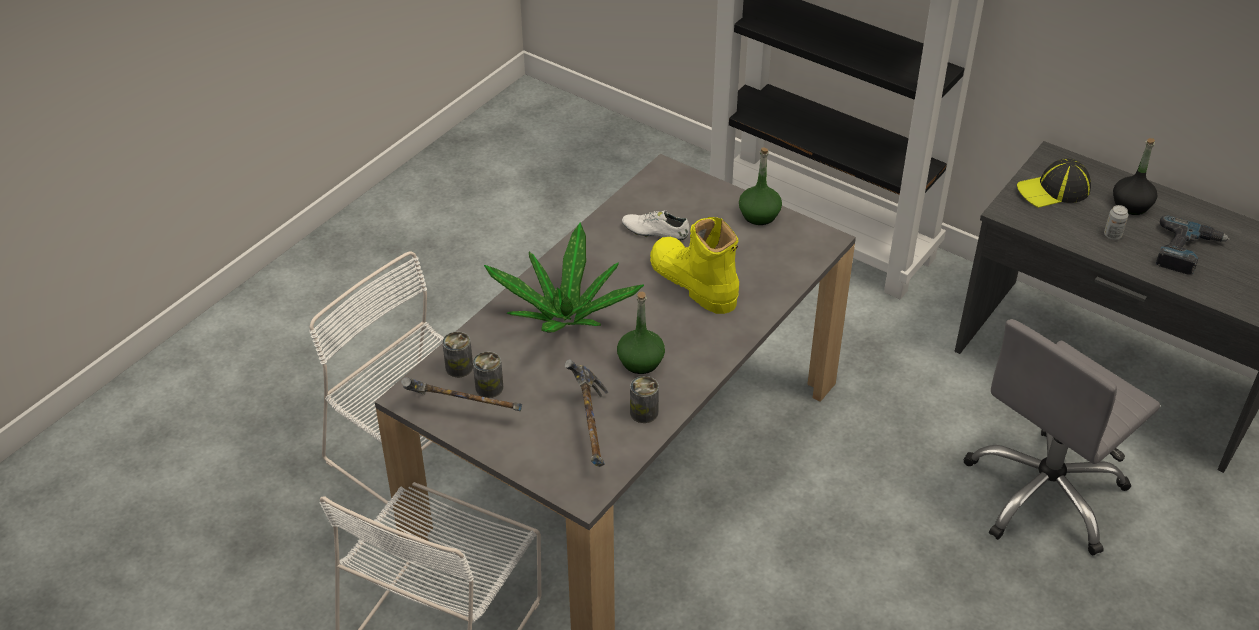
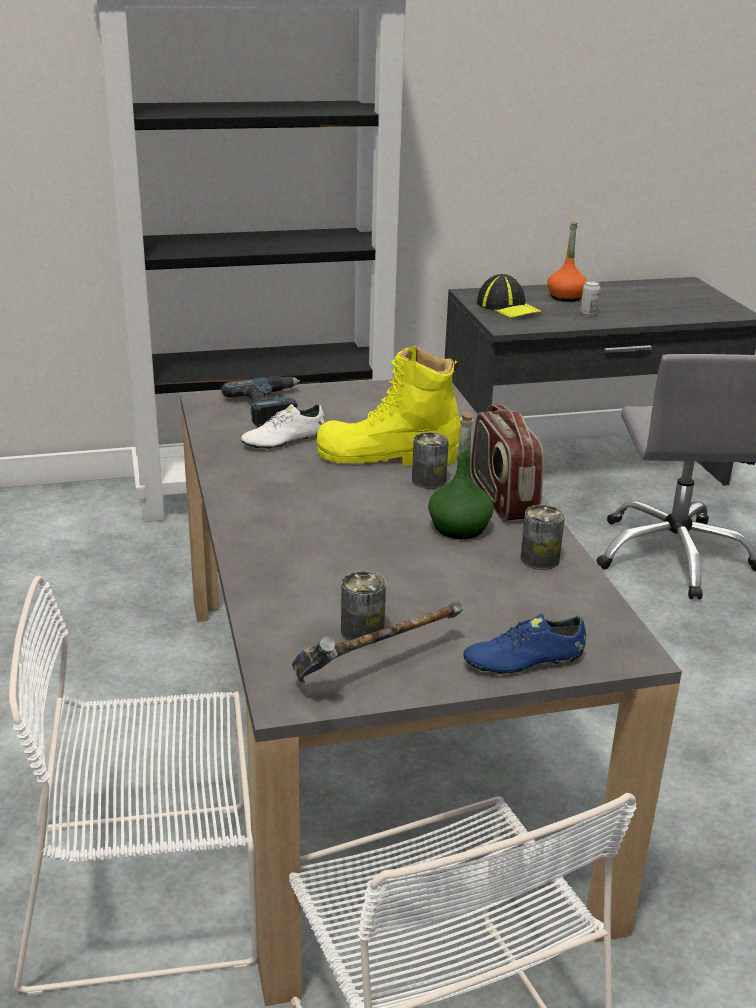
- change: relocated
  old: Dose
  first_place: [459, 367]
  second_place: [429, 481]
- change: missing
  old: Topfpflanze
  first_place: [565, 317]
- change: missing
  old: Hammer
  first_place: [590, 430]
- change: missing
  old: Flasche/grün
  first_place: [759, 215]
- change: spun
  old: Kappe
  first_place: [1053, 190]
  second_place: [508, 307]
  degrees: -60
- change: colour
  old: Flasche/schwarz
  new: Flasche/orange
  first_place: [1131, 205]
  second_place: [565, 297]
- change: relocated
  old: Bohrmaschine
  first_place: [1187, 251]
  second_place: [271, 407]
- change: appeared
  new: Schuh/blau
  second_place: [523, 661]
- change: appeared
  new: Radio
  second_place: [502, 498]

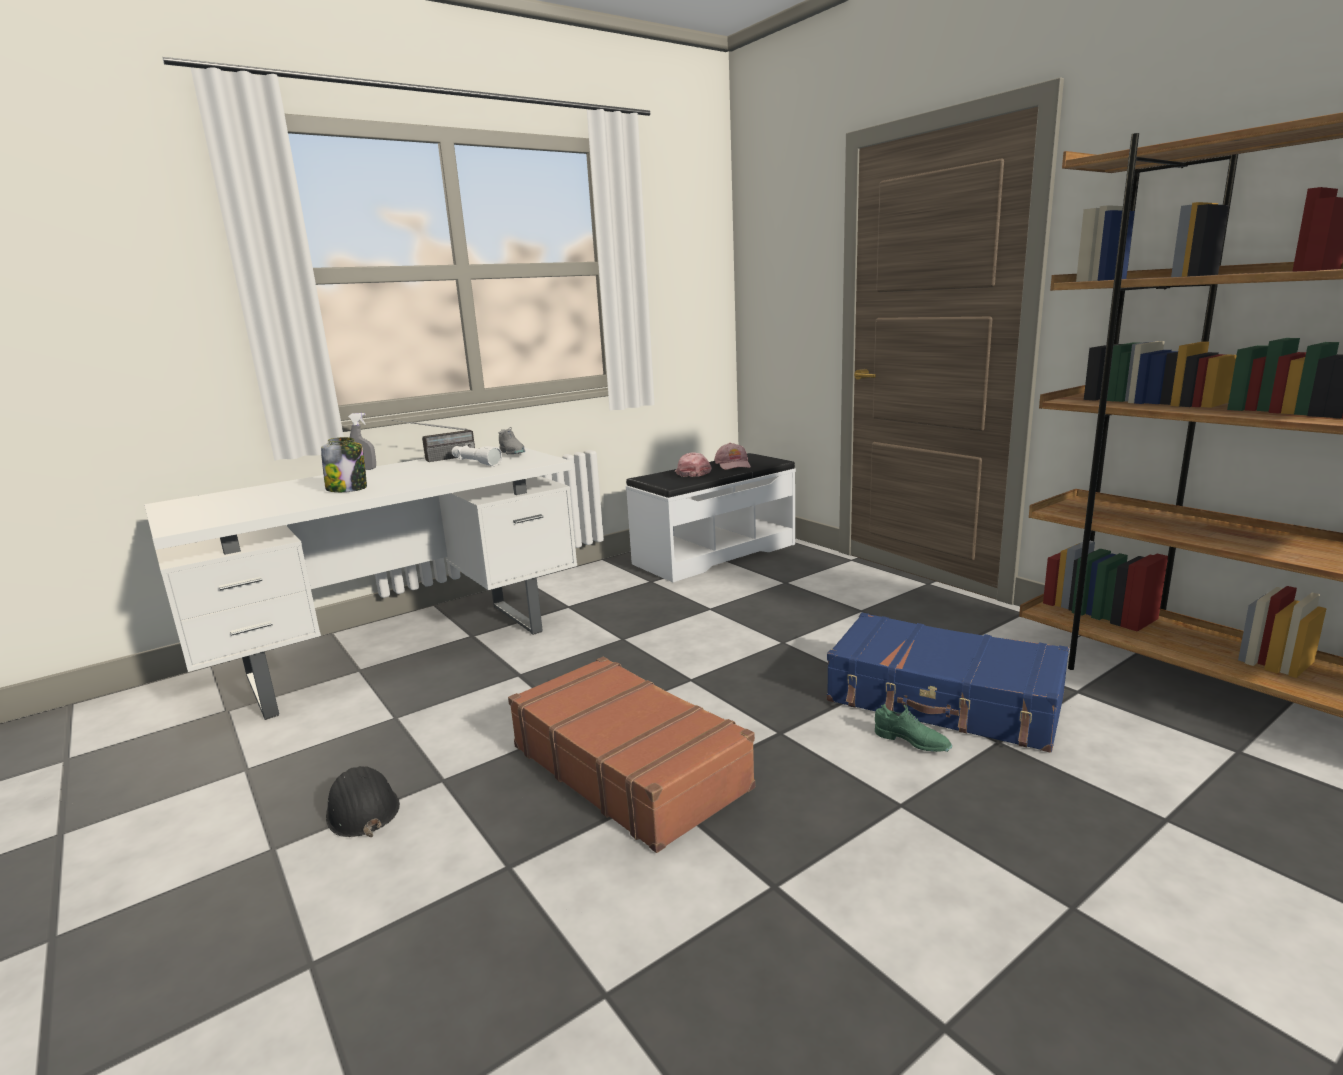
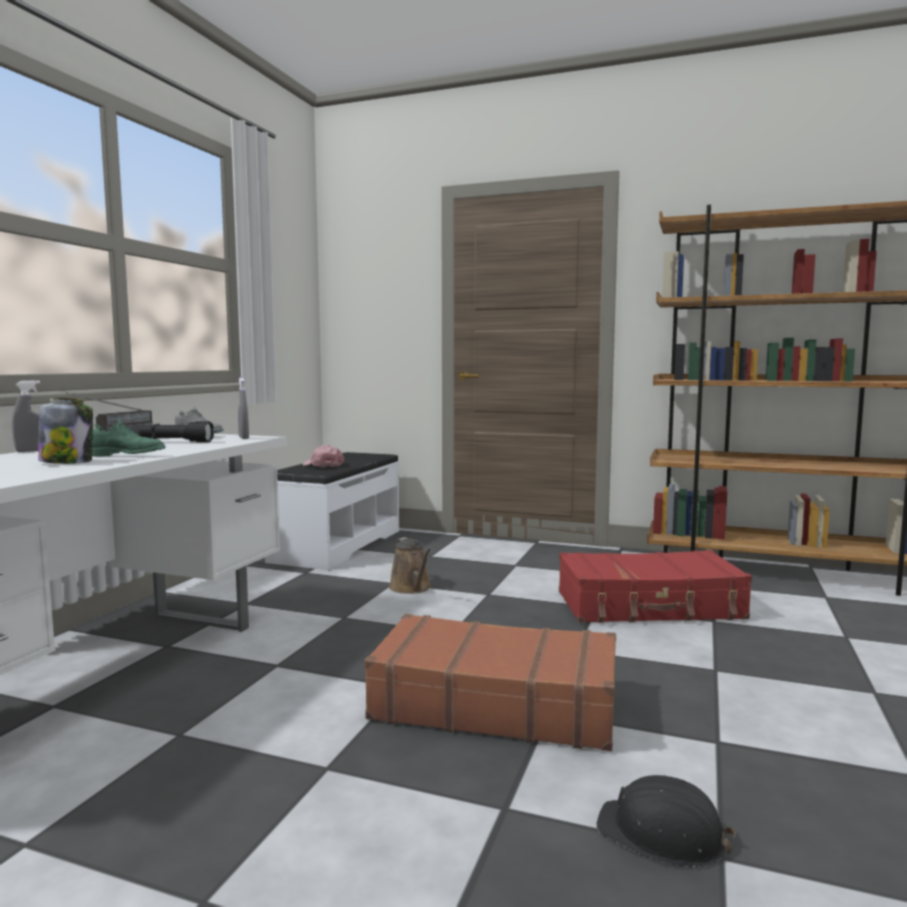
- change: relocated
  old: Schutzhelm/schwarz
  first_place: [362, 810]
  second_place: [662, 835]
- change: colour
  old: Taschenlampe/weiß
  new: Taschenlampe/schwarz
  first_place: [475, 463]
  second_place: [175, 441]
- change: missing
  old: Kappe/rosa
  first_place: [733, 465]
- change: colour
  old: Koffer/blau
  new: Koffer/rot
  first_place: [944, 700]
  second_place: [649, 606]
- change: relocated
  old: Schuh/grün
  first_place: [912, 742]
  second_place: [128, 455]
- change: appeared
  new: Sprühflasche/grau
  second_place: [243, 438]
- change: appeared
  new: Gießkanne/braun
  second_place: [411, 588]

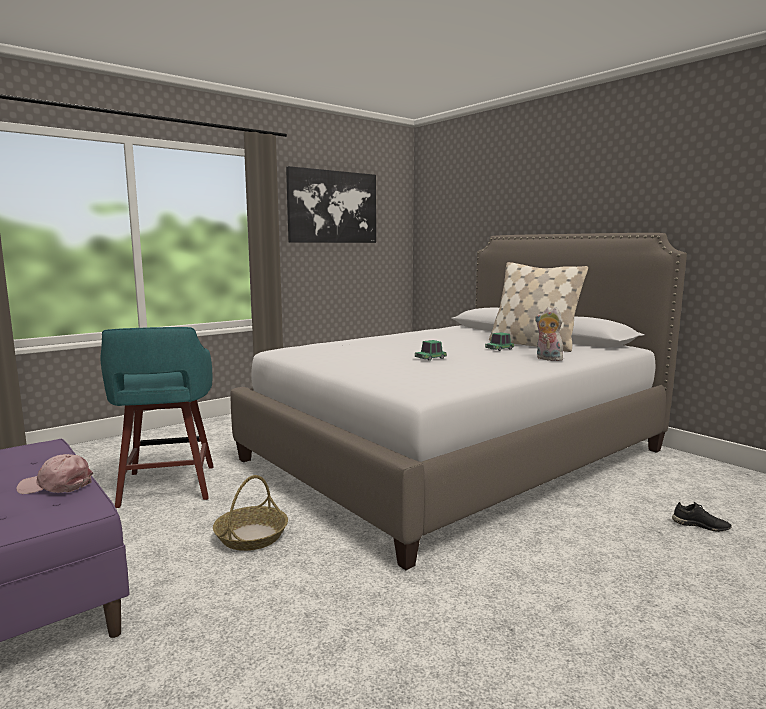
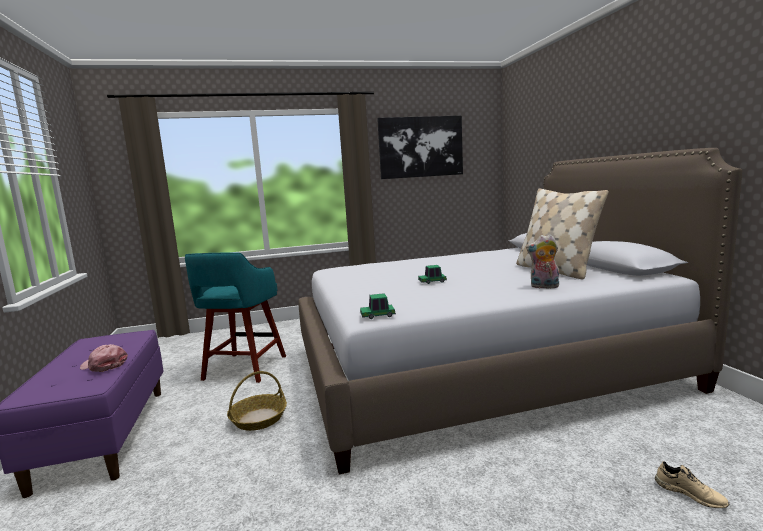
- change: relocated
  old: Spielzeugauto
  first_place: [499, 349]
  second_place: [378, 315]
- change: spun
  old: Plüschtier
  first_place: [547, 359]
  second_place: [544, 287]
  degrees: -60
- change: colour
  old: Schuh/schwarz
  new: Schuh/beige
  first_place: [700, 525]
  second_place: [690, 494]

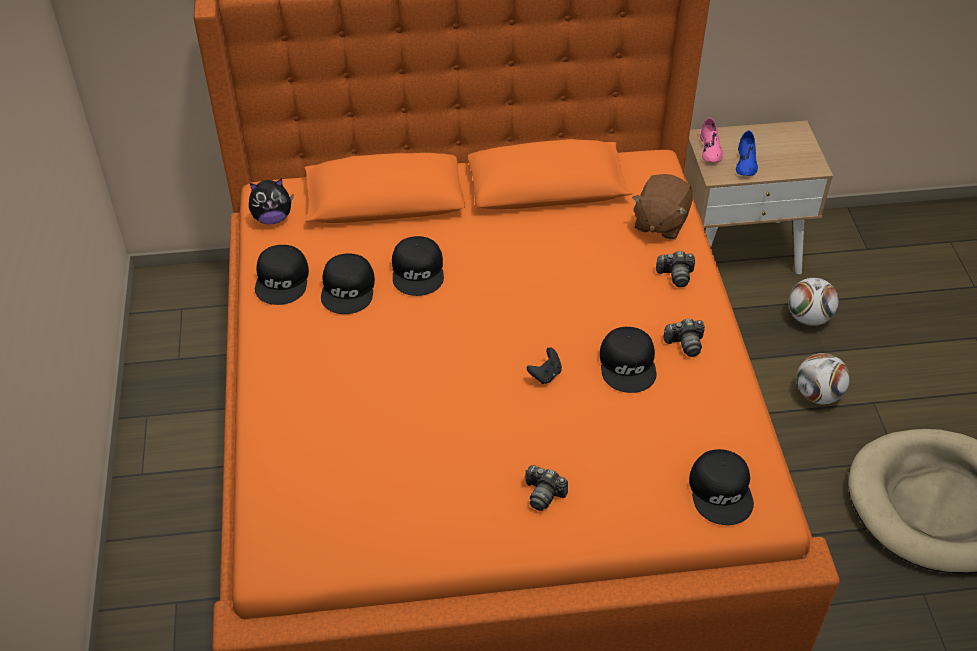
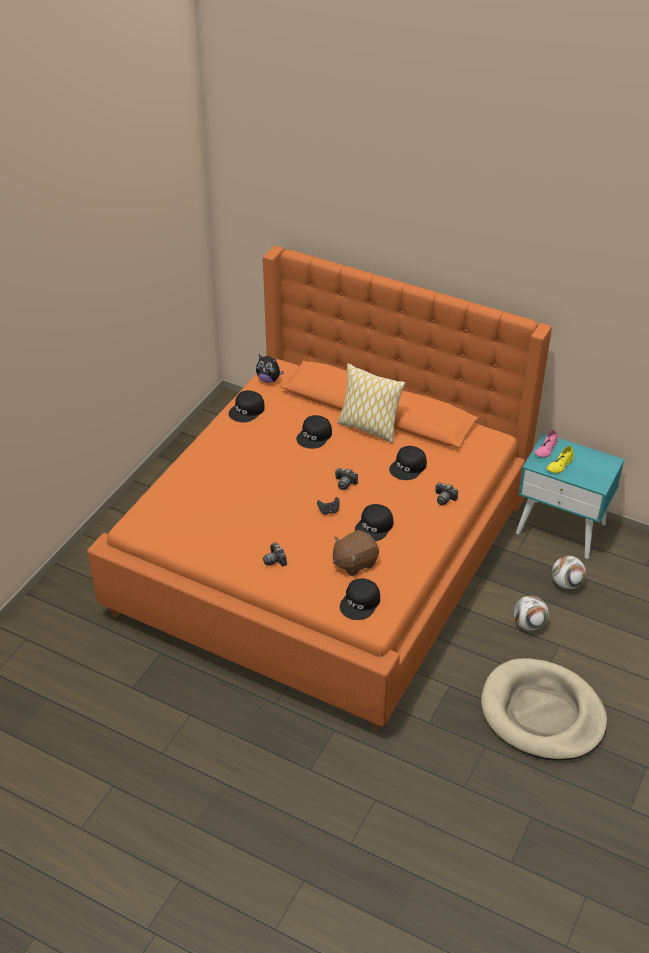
- change: relocated
  old: Kappe/schwarz
  first_place: [349, 289]
  second_place: [408, 467]
- change: relocated
  old: Plüschtier/braun
  first_place: [660, 222]
  second_place: [354, 562]
- change: relocated
  old: Kamera
  first_place: [685, 344]
  second_place: [345, 483]
- change: colour
  old: Nachttisch/beige
  new: Nachttisch/türkis
  first_place: [738, 249]
  second_place: [561, 528]
- change: colour
  old: Schuh/blau
  new: Schuh/gelb
  first_place: [746, 162]
  second_place: [560, 465]
- change: appeared
  new: Kissen
  second_place: [369, 428]

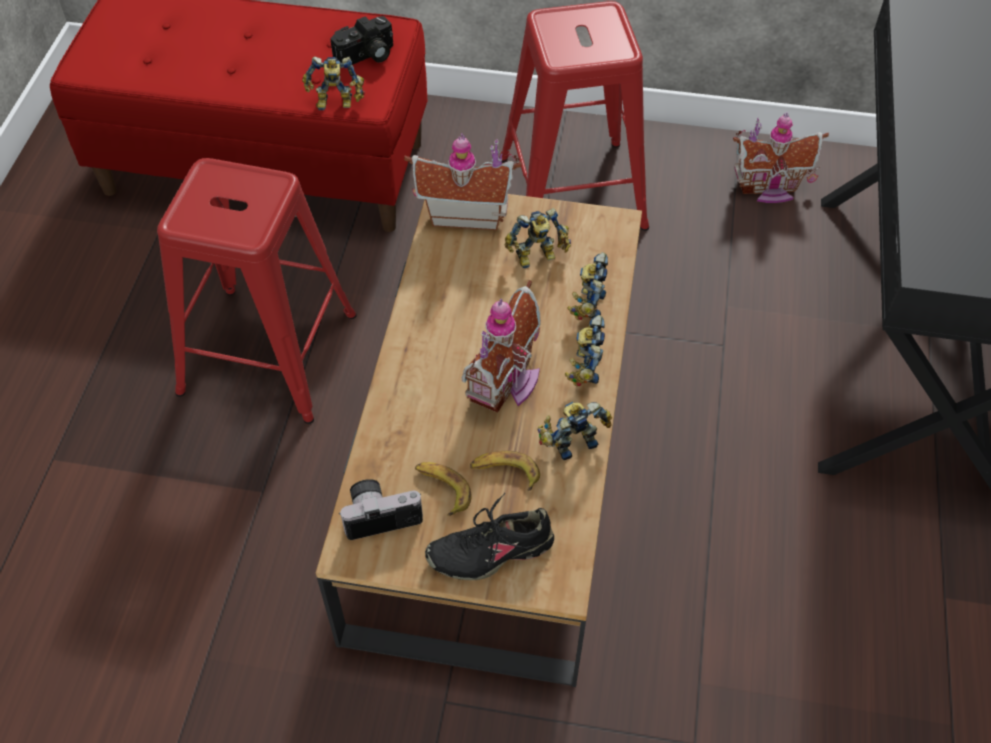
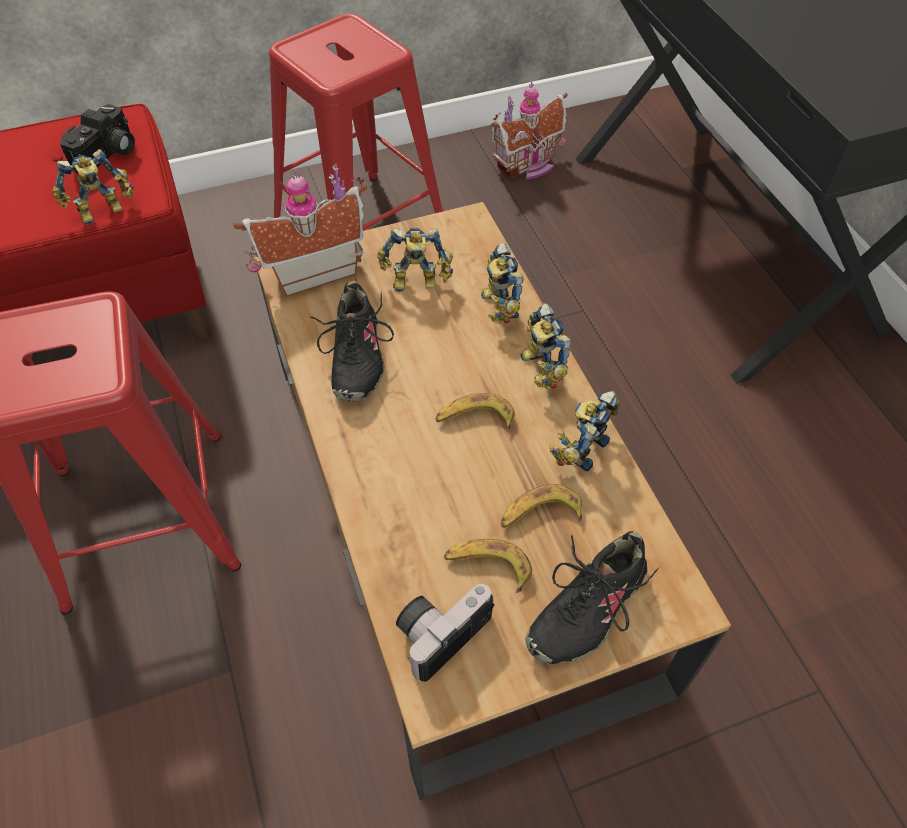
- change: exchanged
  old: Spielzeughaus
  new: Banane
  first_place: [507, 382]
  second_place: [474, 419]
- change: spun
  old: Spielzeugroboter
  first_place: [538, 258]
  second_place: [416, 284]
  degrees: 45
- change: appeared
  new: Schuh/schwarz
  second_place: [355, 357]

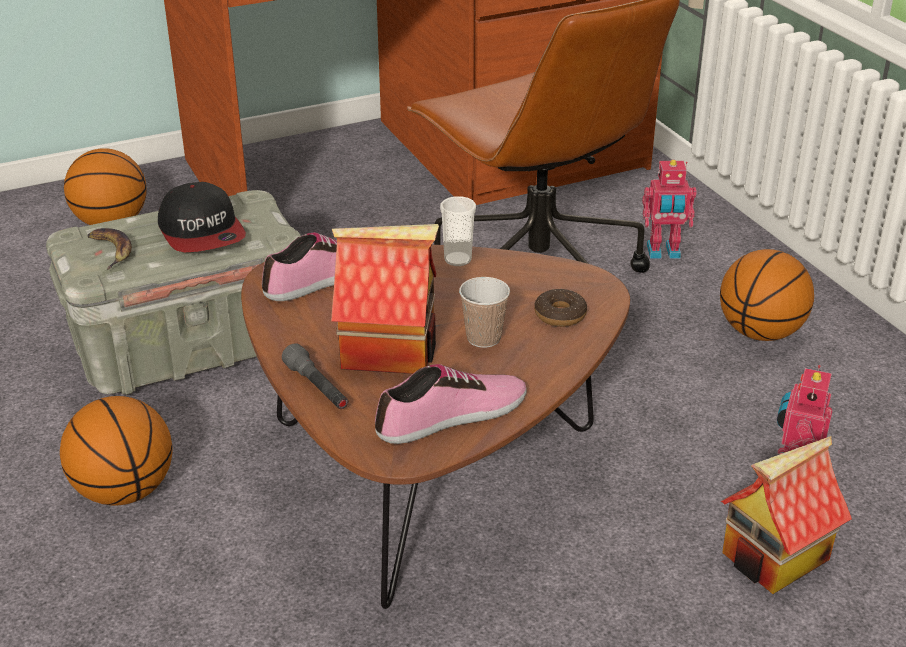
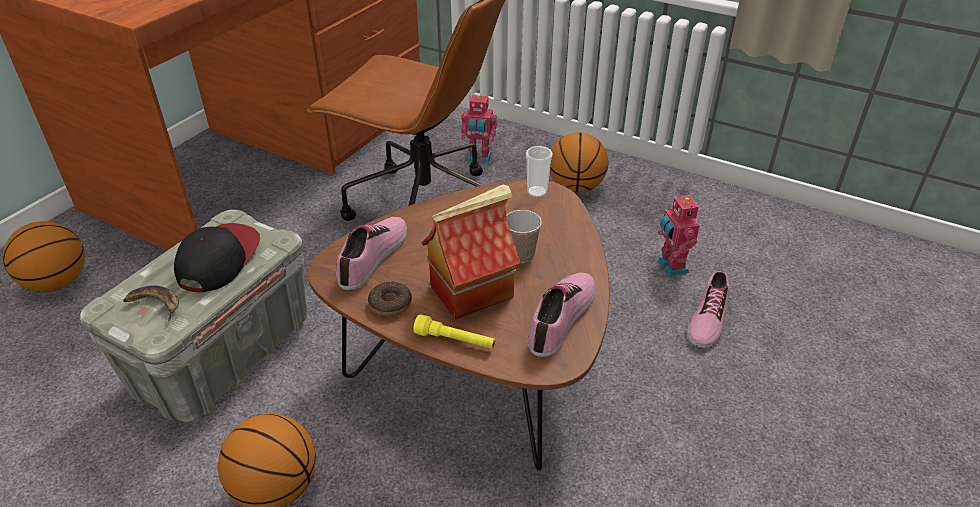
- change: spun
  old: Kappe
  first_place: [202, 232]
  second_place: [218, 260]
  degrees: -105
- change: colour
  old: Taschenlampe/grau
  new: Taschenlampe/gelb
  first_place: [317, 388]
  second_place: [455, 341]
- change: relocated
  old: Tasse
  first_place: [458, 259]
  second_place: [537, 192]
- change: relocated
  old: Donut
  first_place: [560, 315]
  second_place: [390, 304]
- change: spun
  old: Spielzeugroboter
  first_place: [663, 253]
  second_place: [479, 158]
  degrees: 45
- change: exchanged
  old: Spielzeughaus
  new: Schuh
  first_place: [775, 558]
  second_place: [707, 318]

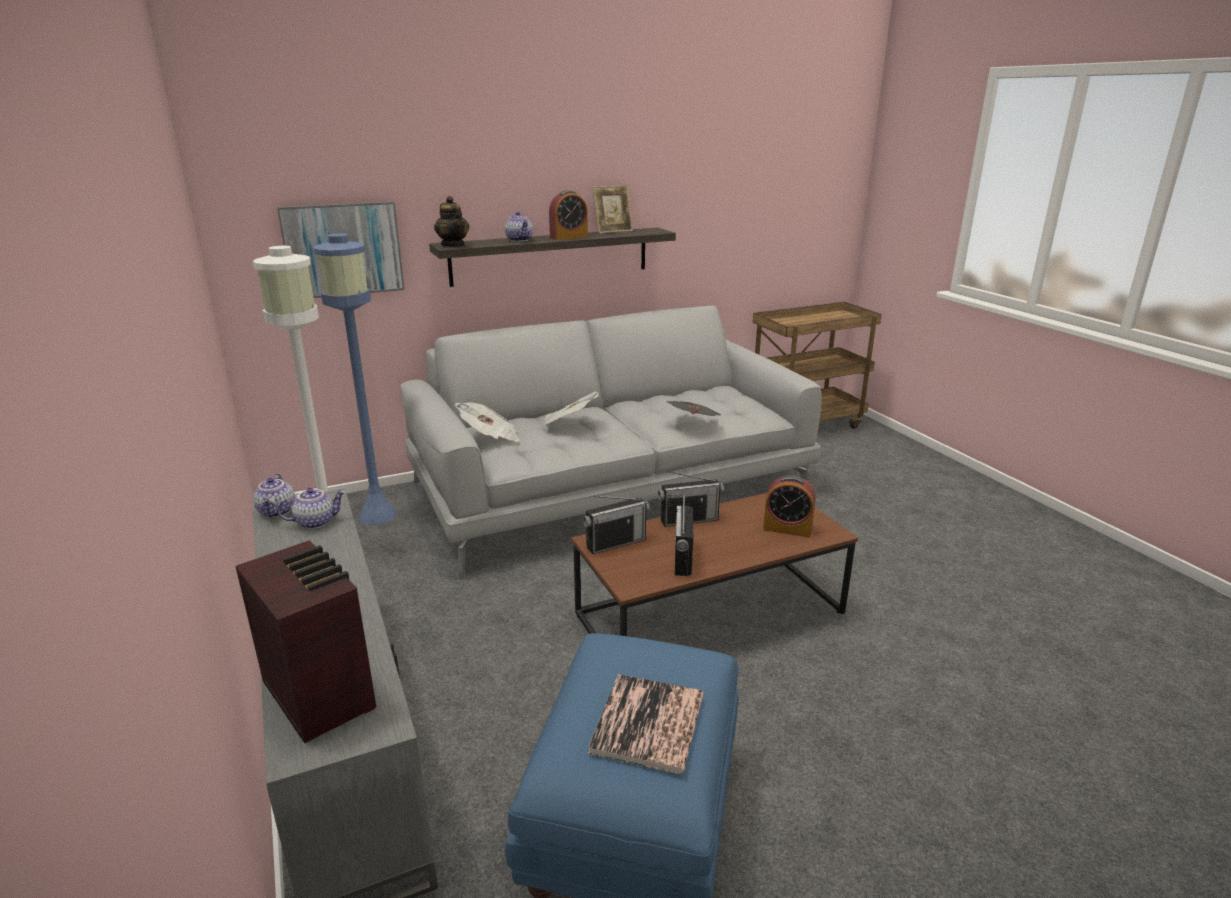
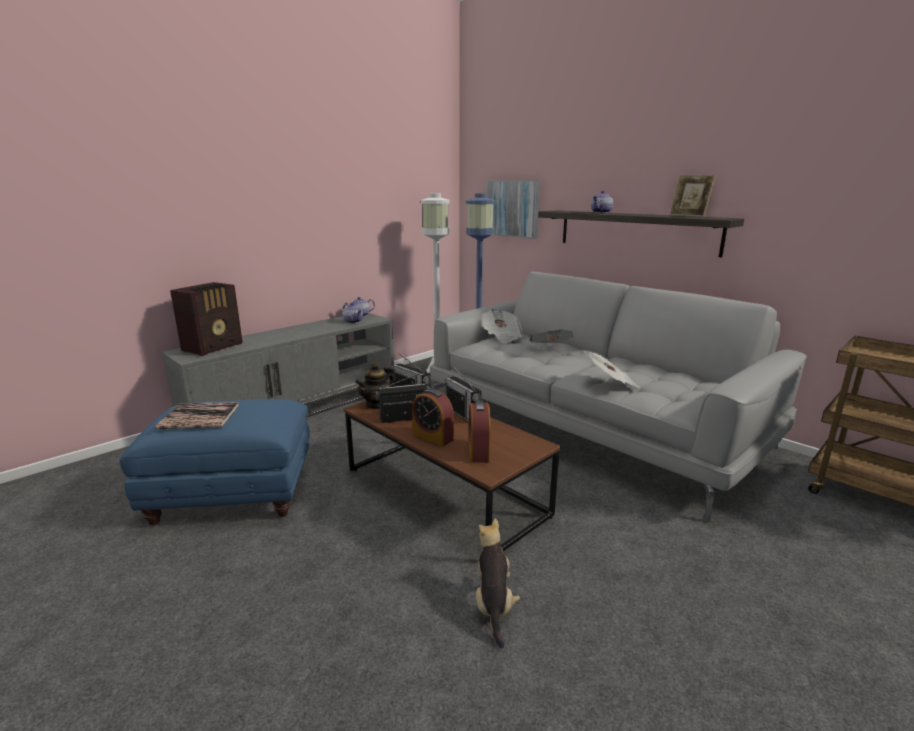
- change: relocated
  old: Teekanne
  first_place: [453, 245]
  second_place: [377, 405]
- change: relocated
  old: Wecker
  first_place: [568, 237]
  second_place: [433, 437]
- change: appeared
  new: Plüschtier
  second_place: [493, 604]

